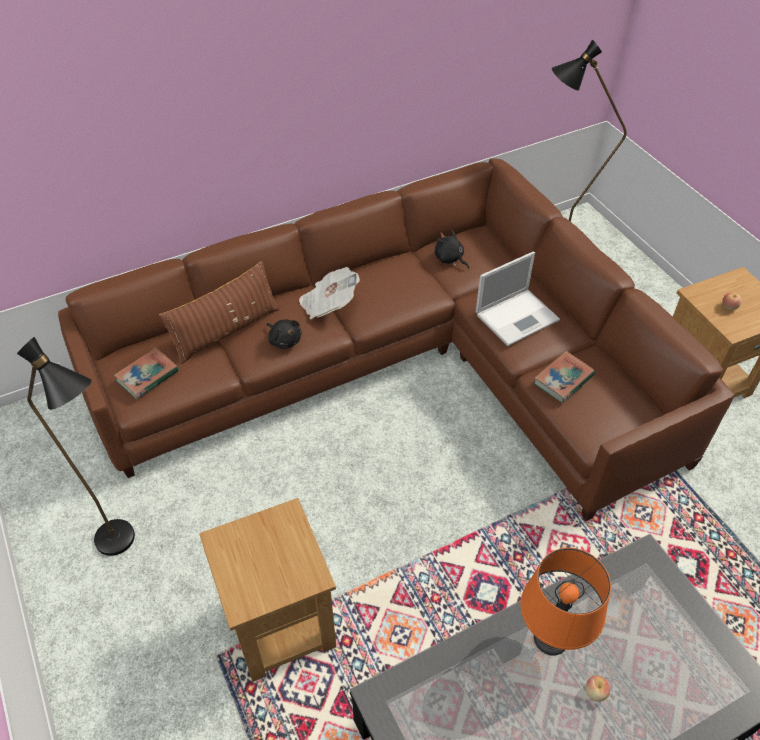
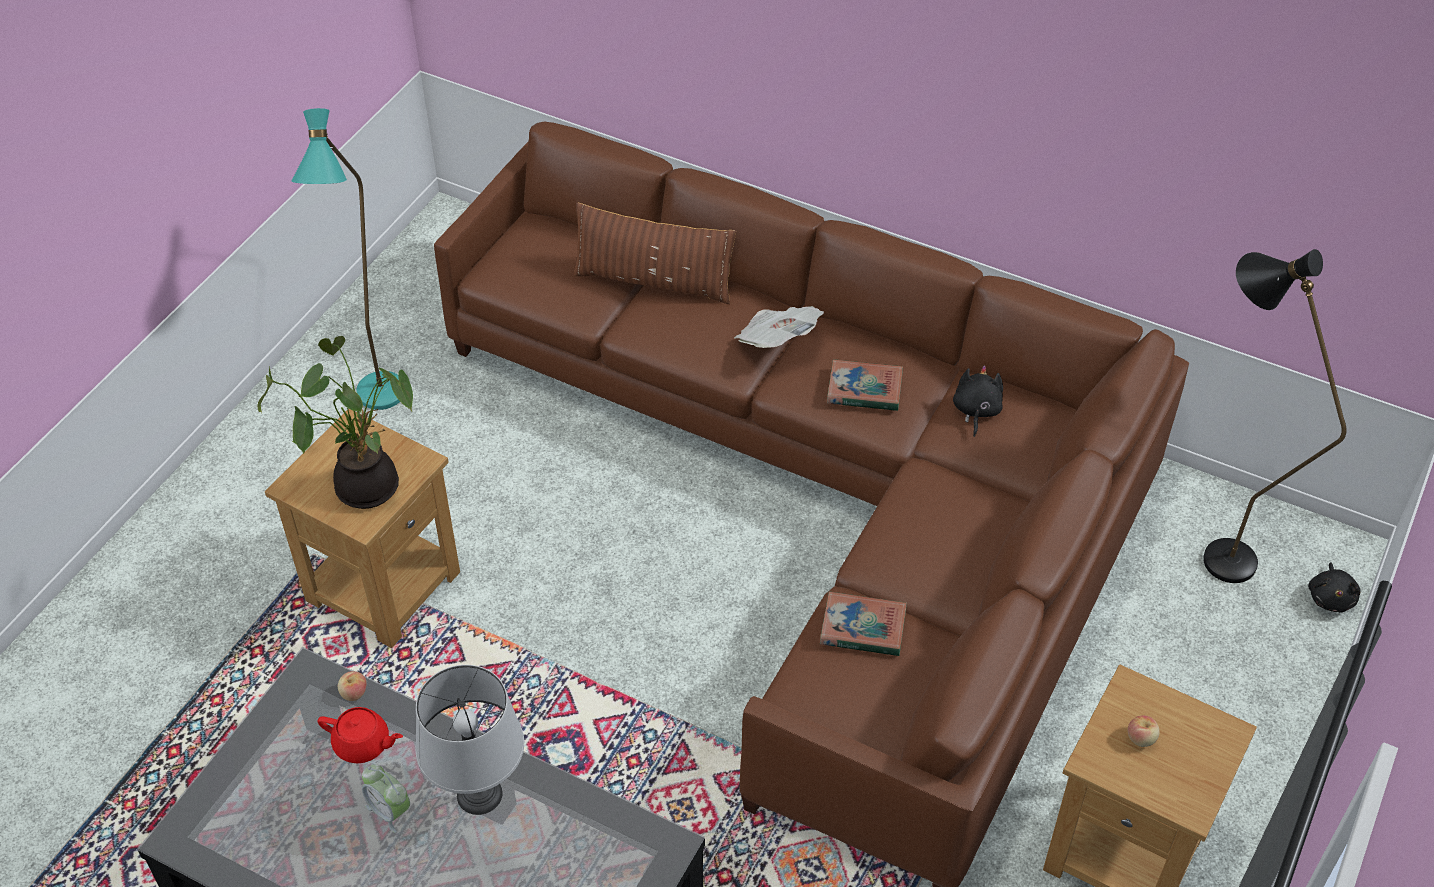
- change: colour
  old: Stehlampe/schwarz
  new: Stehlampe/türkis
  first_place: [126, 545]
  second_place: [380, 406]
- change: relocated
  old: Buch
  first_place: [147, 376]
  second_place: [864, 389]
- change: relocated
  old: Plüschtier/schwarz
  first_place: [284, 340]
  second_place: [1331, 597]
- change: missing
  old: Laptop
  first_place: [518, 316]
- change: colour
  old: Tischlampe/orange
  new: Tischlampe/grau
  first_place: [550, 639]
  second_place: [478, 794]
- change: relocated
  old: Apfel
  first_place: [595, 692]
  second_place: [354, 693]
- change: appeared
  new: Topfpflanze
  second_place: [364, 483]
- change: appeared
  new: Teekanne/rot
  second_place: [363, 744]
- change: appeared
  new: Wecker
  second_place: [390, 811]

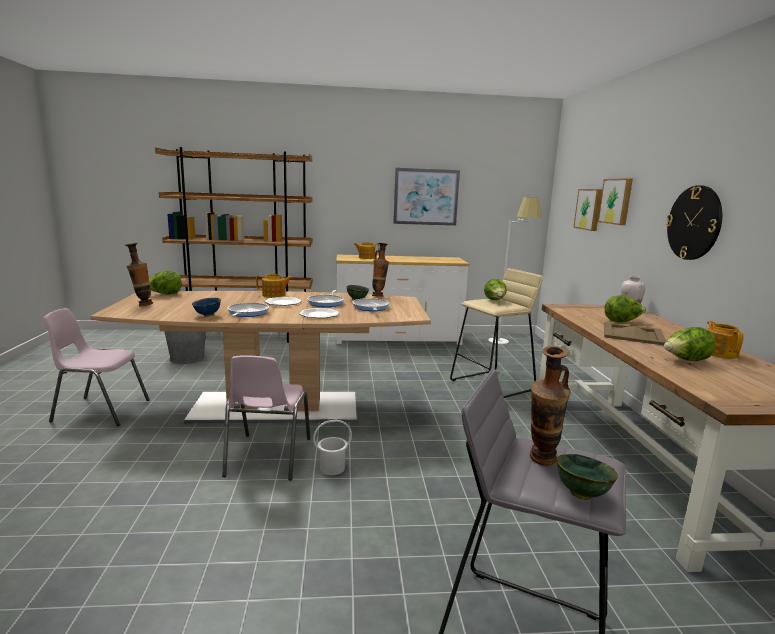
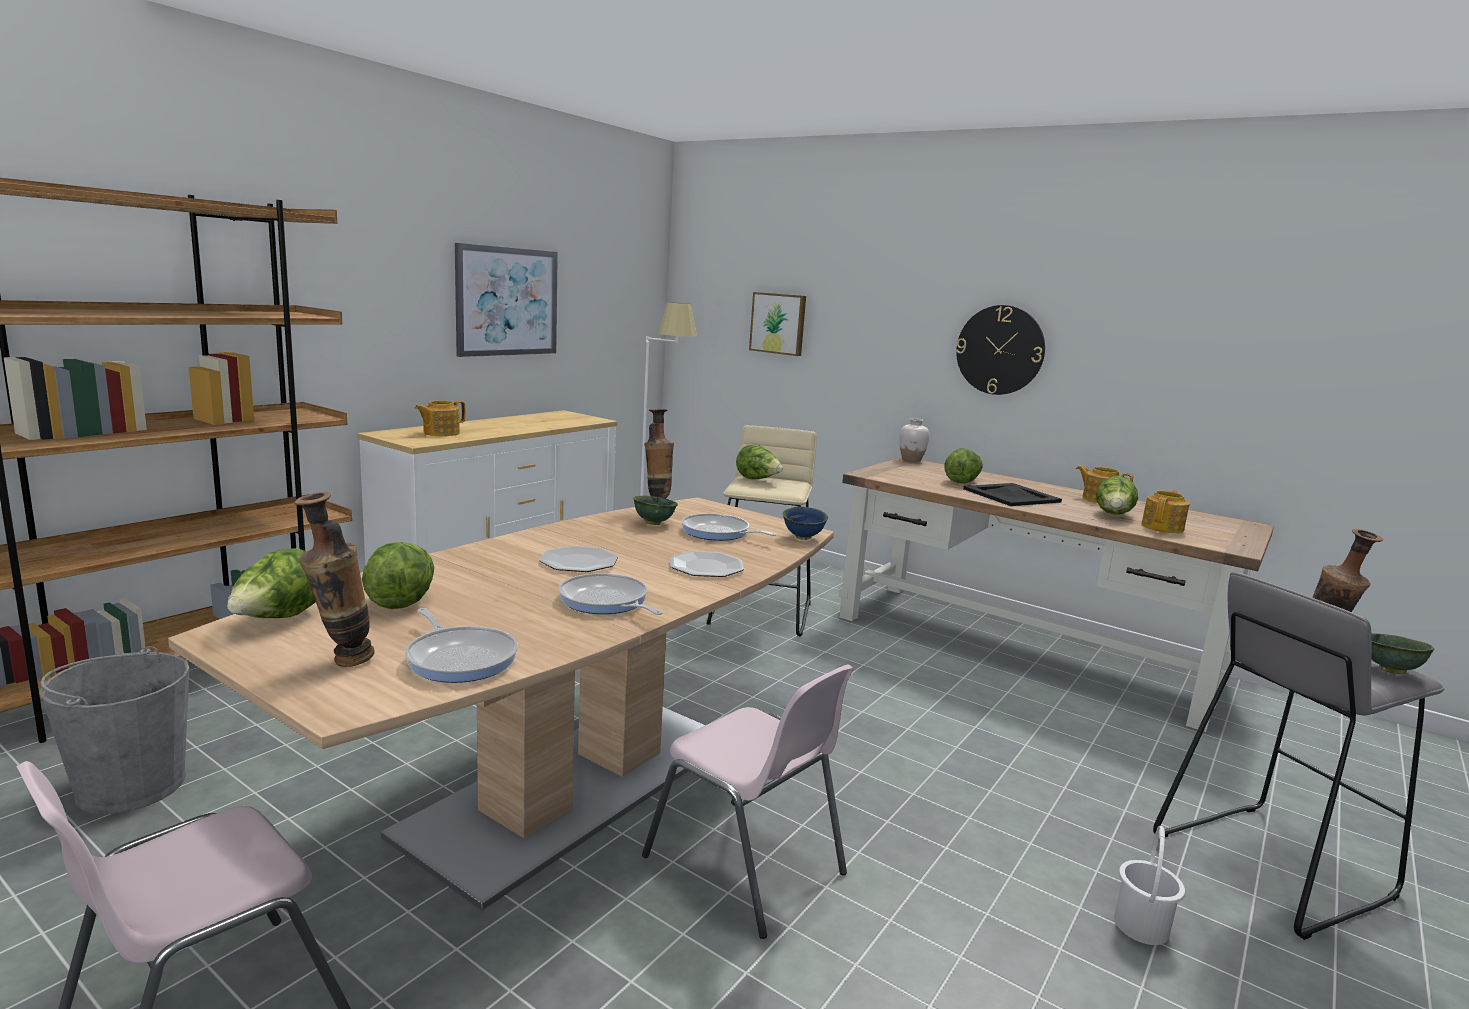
- change: relocated
  old: Schüssel/blau
  first_place: [208, 316]
  second_place: [804, 538]
- change: relocated
  old: Teekanne
  first_place: [274, 295]
  second_place: [1163, 527]
- change: relocated
  old: Pfanne
  first_place: [326, 303]
  second_place: [460, 658]
- change: relocated
  old: Eimer/weiß
  first_place: [332, 468]
  second_place: [1140, 926]
- change: missing
  old: Bild
  first_place: [616, 201]
- change: colour
  old: Tablett/beige
  new: Tablett/schwarz
  first_place: [632, 334]
  second_place: [1010, 495]
- change: appeared
  new: Salatkopf
  second_place: [401, 601]

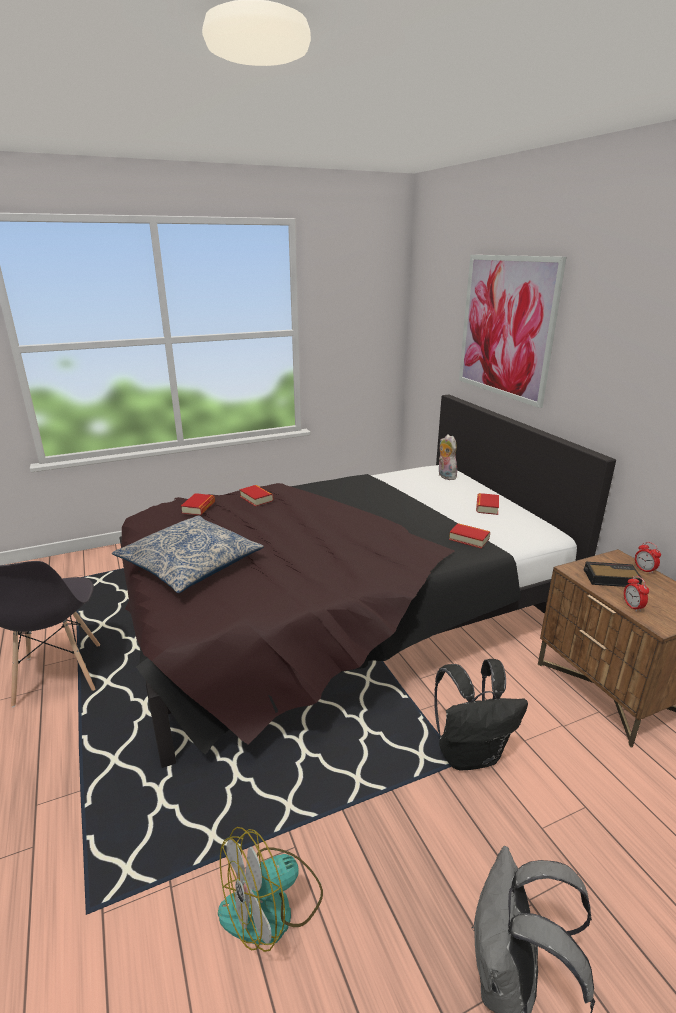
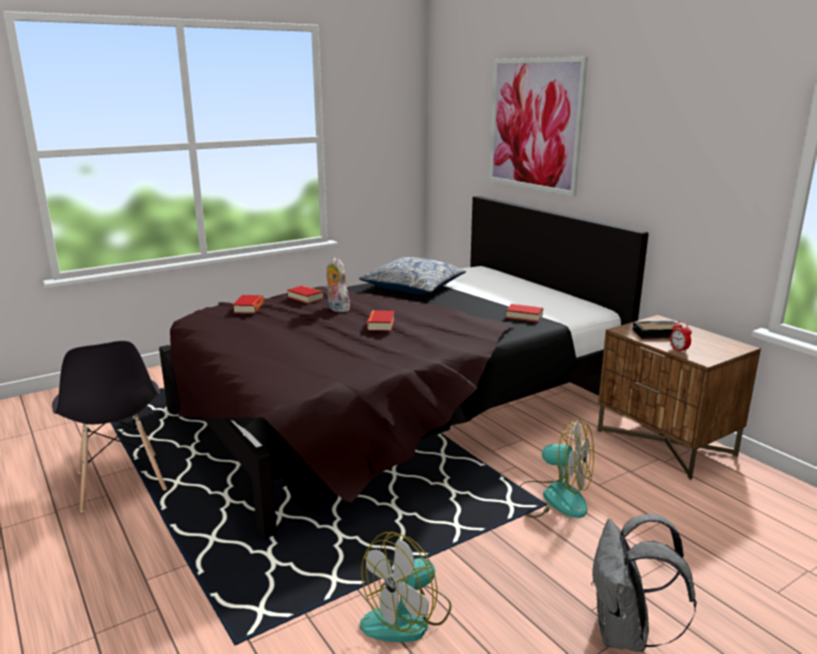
- change: relocated
  old: Kissen
  first_place: [191, 564]
  second_place: [413, 287]
- change: exchanged
  old: Rucksack/schwarz
  new: Ventilator
  first_place: [470, 753]
  second_place: [553, 498]
- change: relocated
  old: Plüschtier
  first_place: [445, 476]
  second_place: [336, 308]
- change: relocated
  old: Buch
  first_place: [487, 507]
  second_place: [380, 324]
- change: missing
  old: Wecker
  first_place: [644, 570]

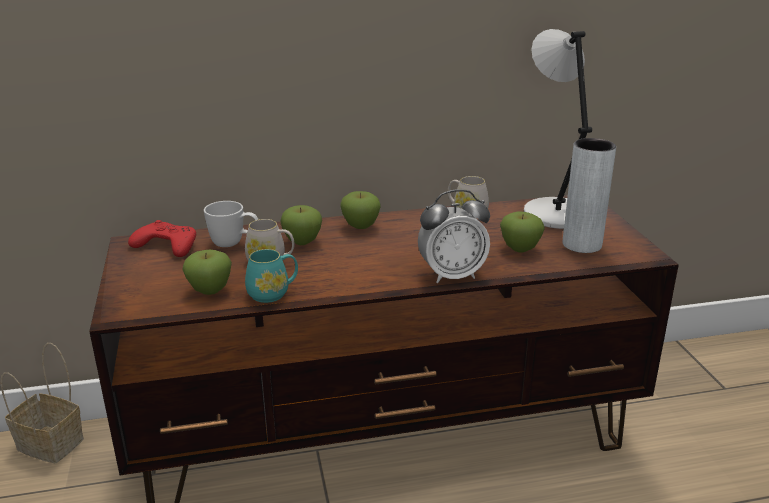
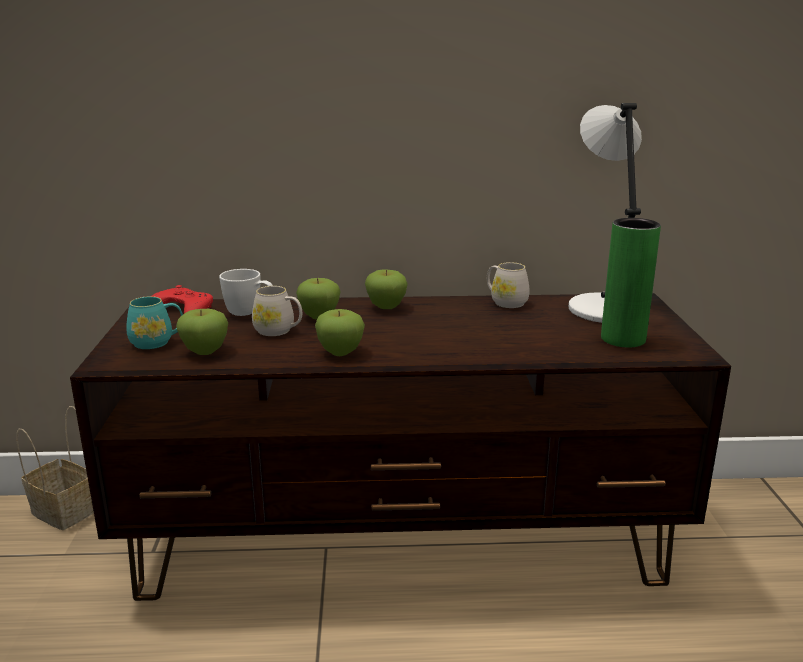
- change: relocated
  old: Henkelbecher/türkis
  first_place: [273, 293]
  second_place: [157, 342]
- change: missing
  old: Wecker
  first_place: [452, 275]
- change: relocated
  old: Apfel
  first_place: [520, 248]
  second_place: [340, 352]
- change: colour
  old: Vase/grau
  new: Vase/grün
  first_place: [582, 245]
  second_place: [623, 339]

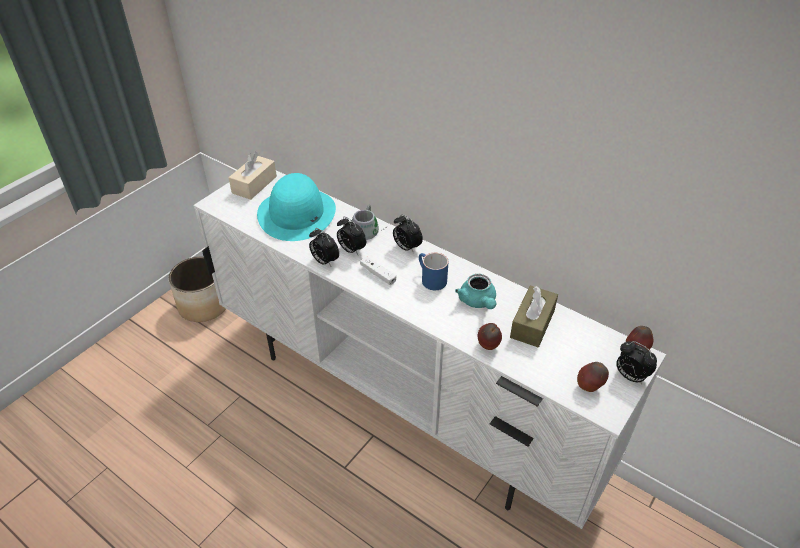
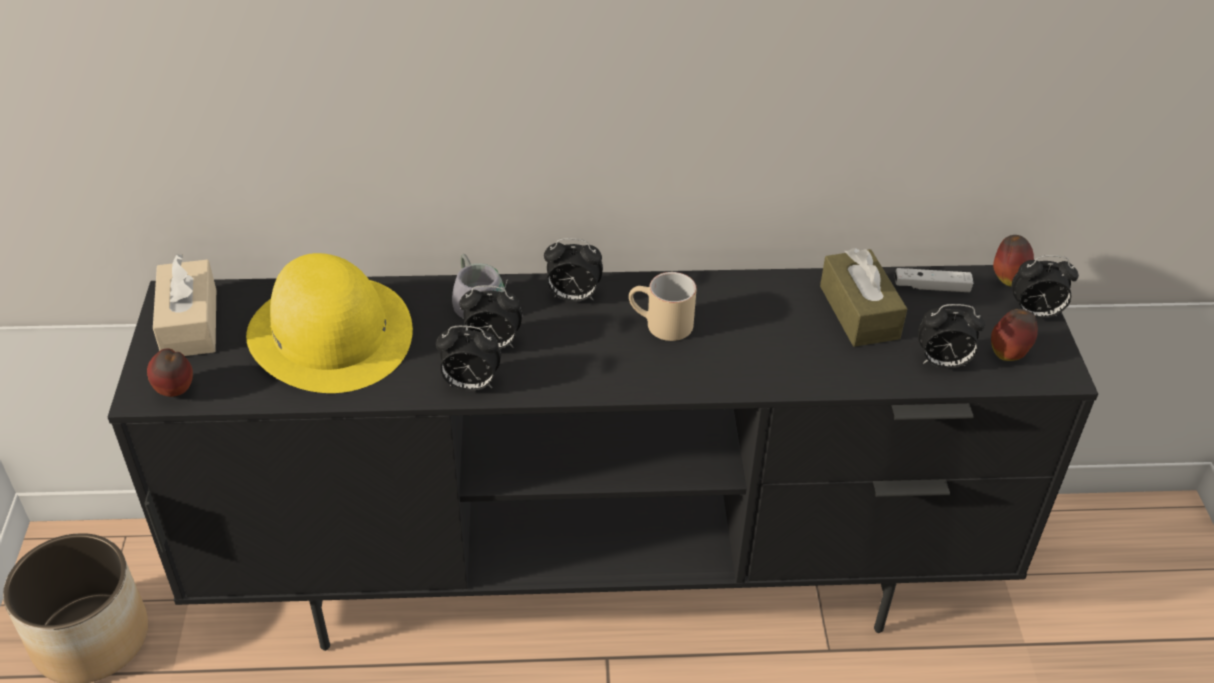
- change: colour
  old: Fernsehschrank/weiß
  new: Fernsehschrank/schwarz
  first_place: [404, 403]
  second_place: [605, 580]
- change: colour
  old: Hut/türkis
  new: Hut/gelb
  first_place: [297, 214]
  second_place: [331, 334]
- change: relocated
  old: Gamepad/weiß
  first_place: [378, 274]
  second_place: [931, 287]
- change: colour
  old: Henkelbecher/blau
  new: Henkelbecher/beige
  first_place: [430, 279]
  second_place: [660, 325]
- change: missing
  old: Teekanne/türkis
  first_place: [478, 302]
- change: relocated
  old: Apfel
  first_place: [488, 346]
  second_place: [176, 392]
- change: appeared
  new: Wecker
  second_place: [942, 363]

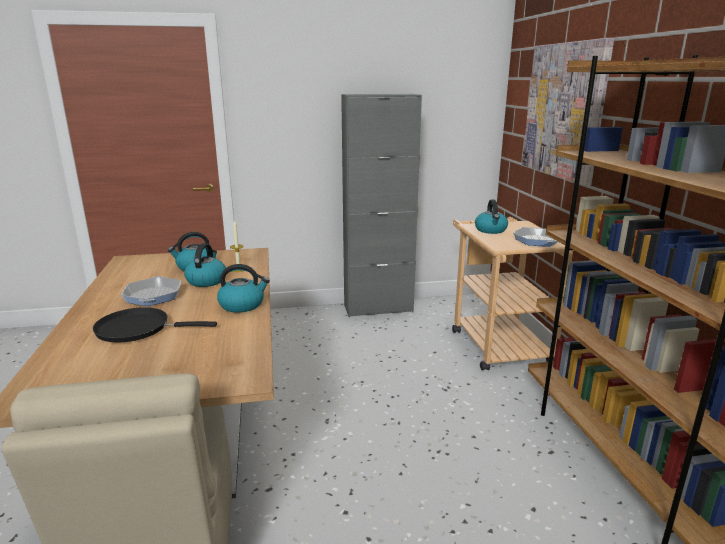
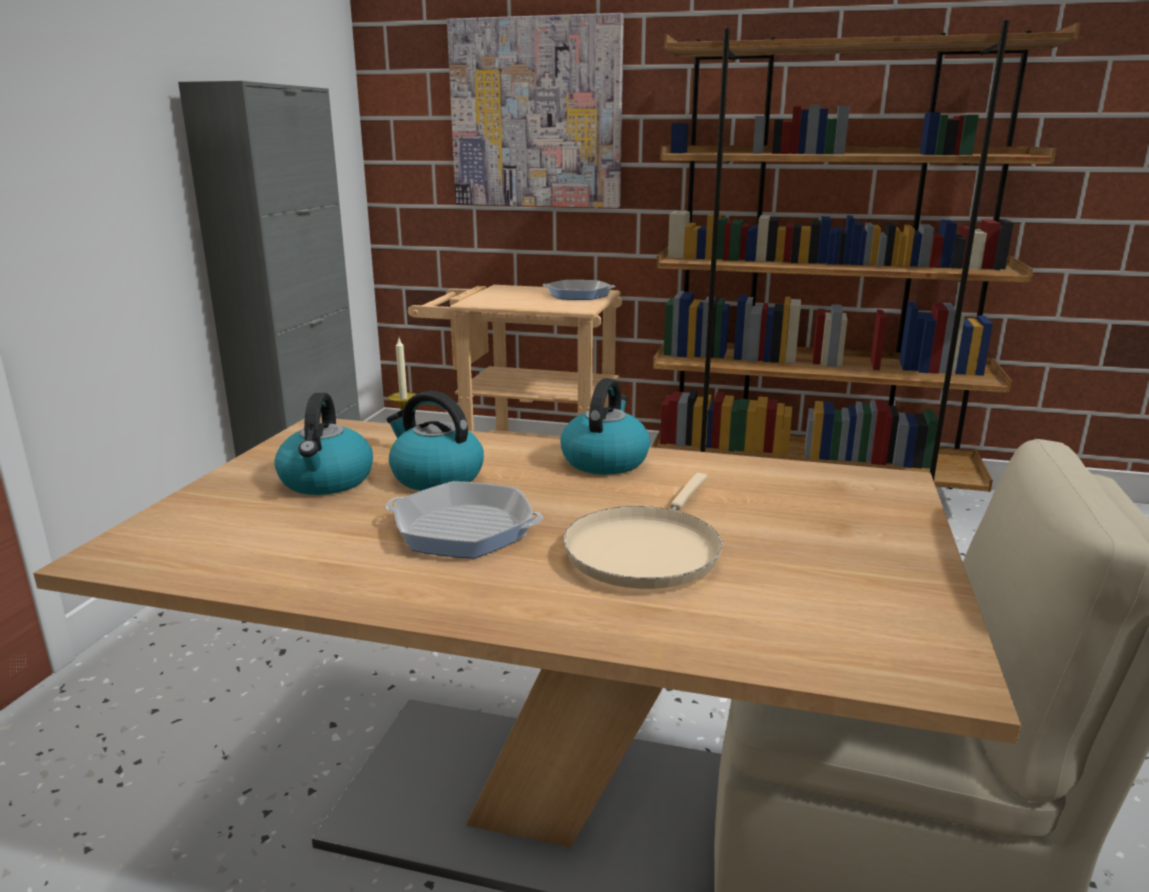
- change: colour
  old: Pfanne/schwarz
  new: Pfanne/beige
  first_place: [138, 329]
  second_place: [646, 550]
- change: missing
  old: Wasserkessel
  first_place: [491, 230]

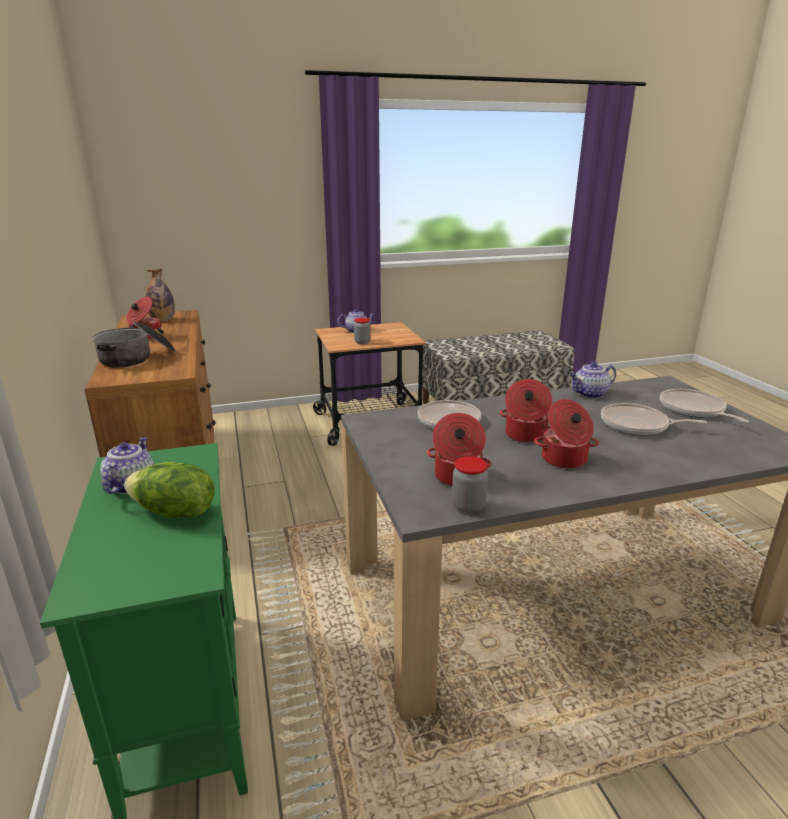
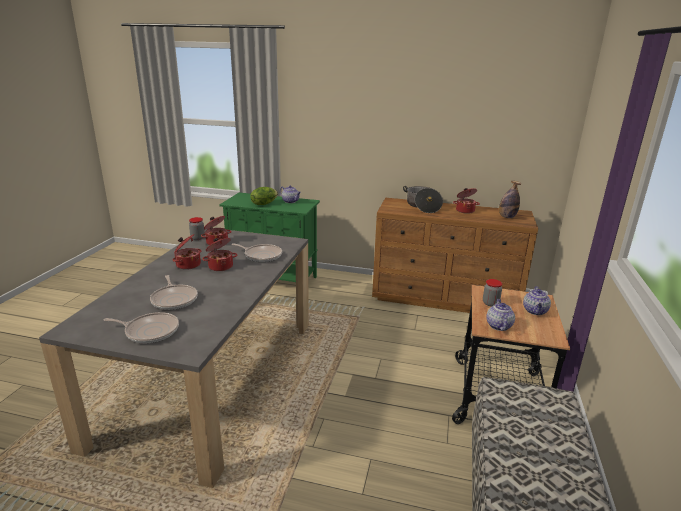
- change: relocated
  old: Teekanne
  first_place: [589, 394]
  second_place: [498, 325]
- change: spun
  old: Pfanne
  first_place: [637, 425]
  second_place: [174, 299]
  degrees: 105

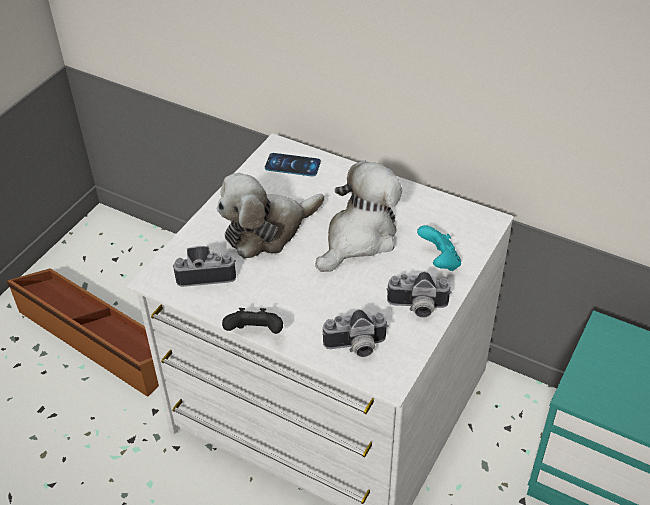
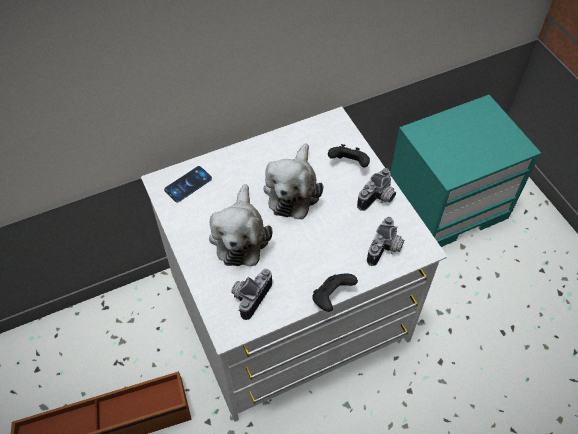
- change: spun
  old: Plüschtier
  first_place: [359, 238]
  second_place: [293, 190]
  degrees: -150
- change: colour
  old: Gamepad/türkis
  new: Gamepad/schwarz
  first_place: [439, 261]
  second_place: [349, 164]

